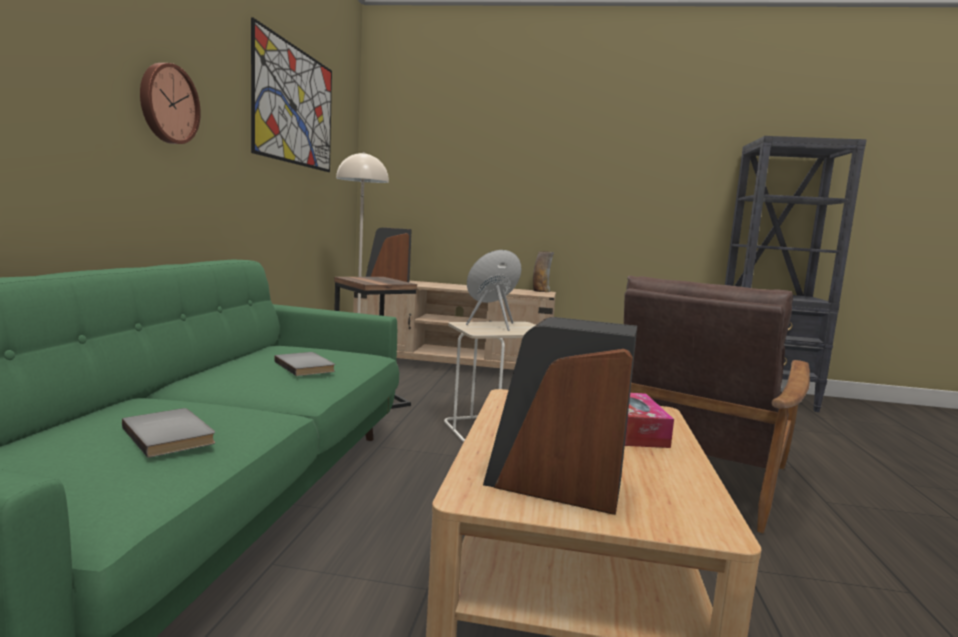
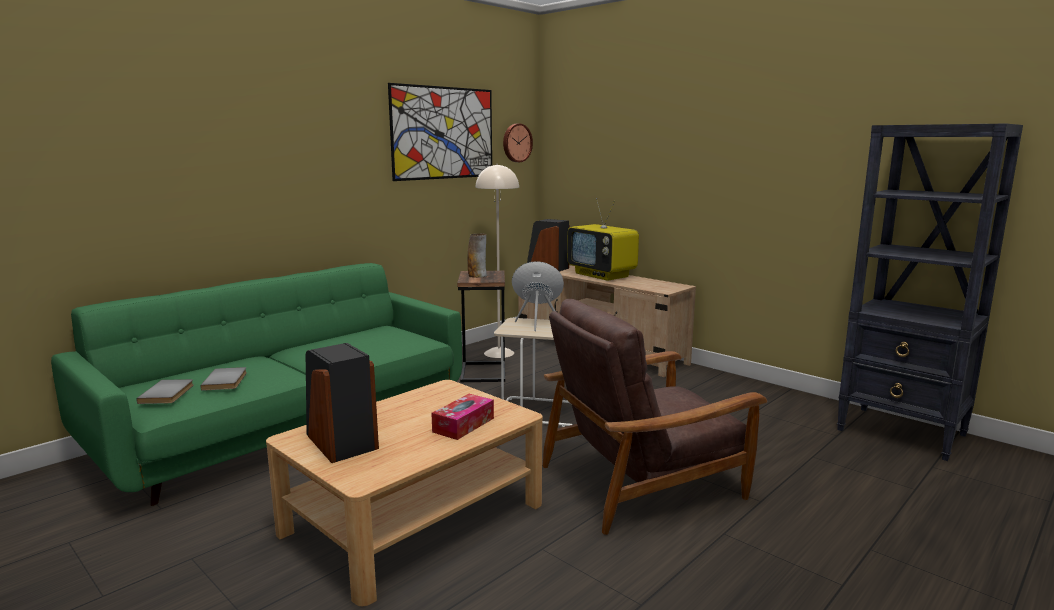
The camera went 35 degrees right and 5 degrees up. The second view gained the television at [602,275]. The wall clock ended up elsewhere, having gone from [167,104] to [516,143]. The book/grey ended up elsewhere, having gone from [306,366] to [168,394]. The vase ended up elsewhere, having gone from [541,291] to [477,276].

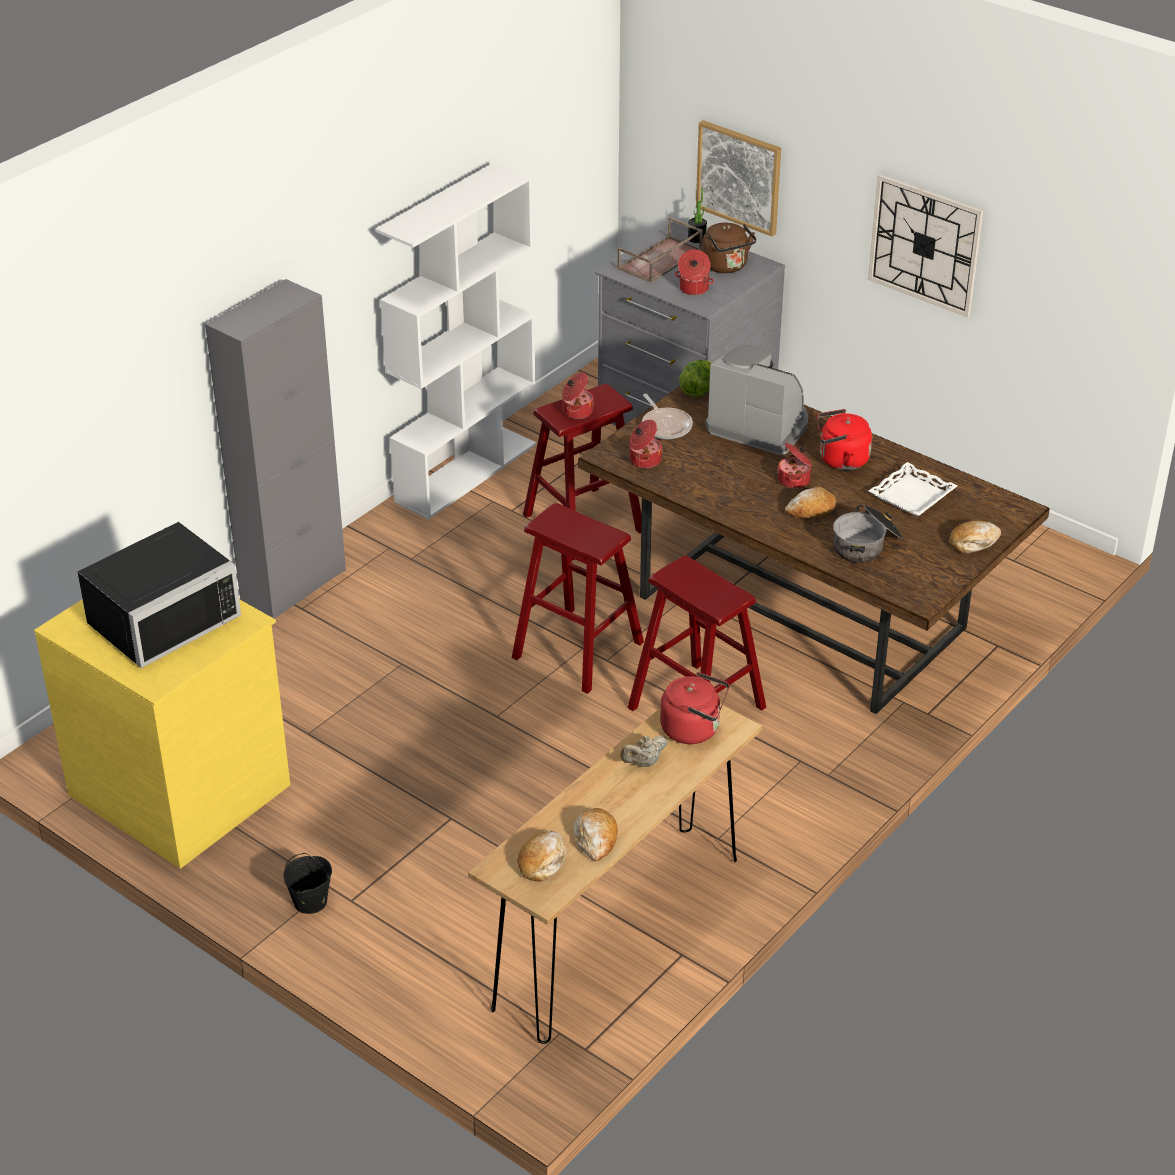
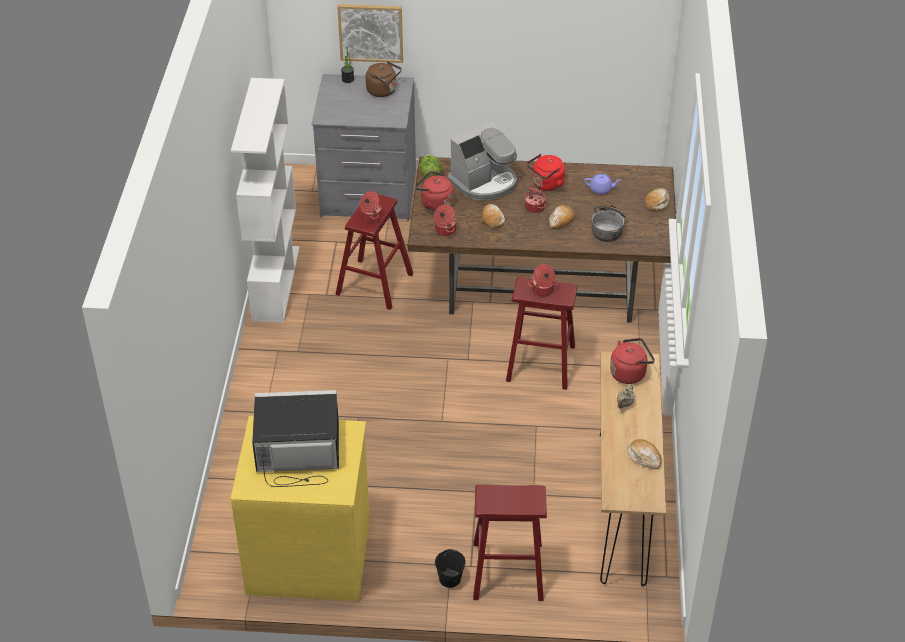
The camera went 35 degrees left and 5 degrees up. The second view lost the cabinet/grey at [293,586]. The second view lost the tray/brown at [660,260]. The second view lost the wall clock at [925,244]. The stool/red ended up elsewhere, having gone from [577,650] to [507,571]. The bread ended up elsewhere, having gone from [542,861] to [492,219]. The cooking pot ended up elsewhere, having gone from [693,289] to [542,290]. Where the frying pan stood at [665,425], the kettle/red came to stand at [435,204]. Where the tray/white stood at [911,495], the teapot/purple came to stand at [601,189]. The microwave/black at [159,617] ended up facing another way, 105 degrees counterclockwise from before. The coffee machine at [759,425] ended up facing another way, 150 degrees clockwise from before.

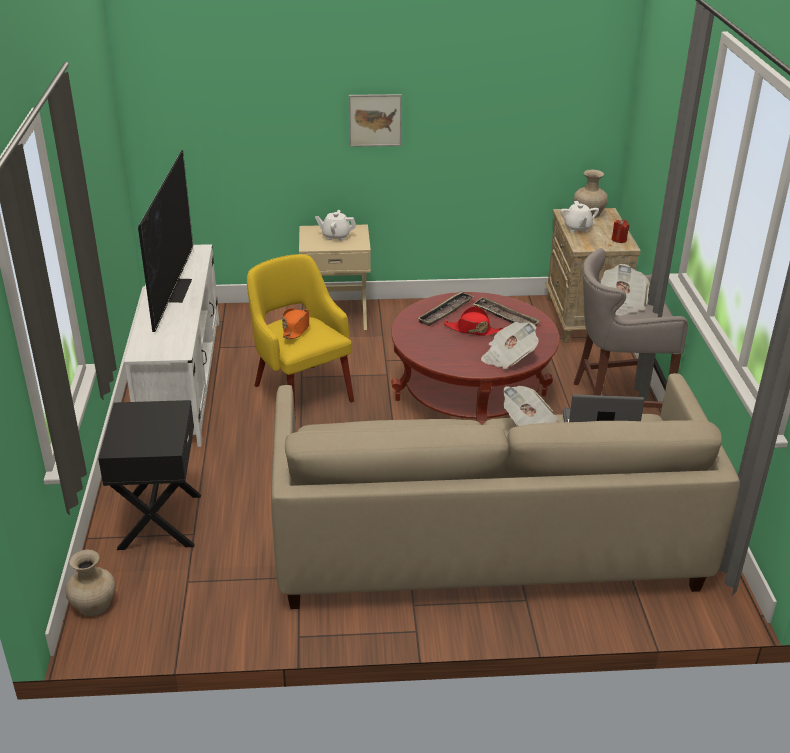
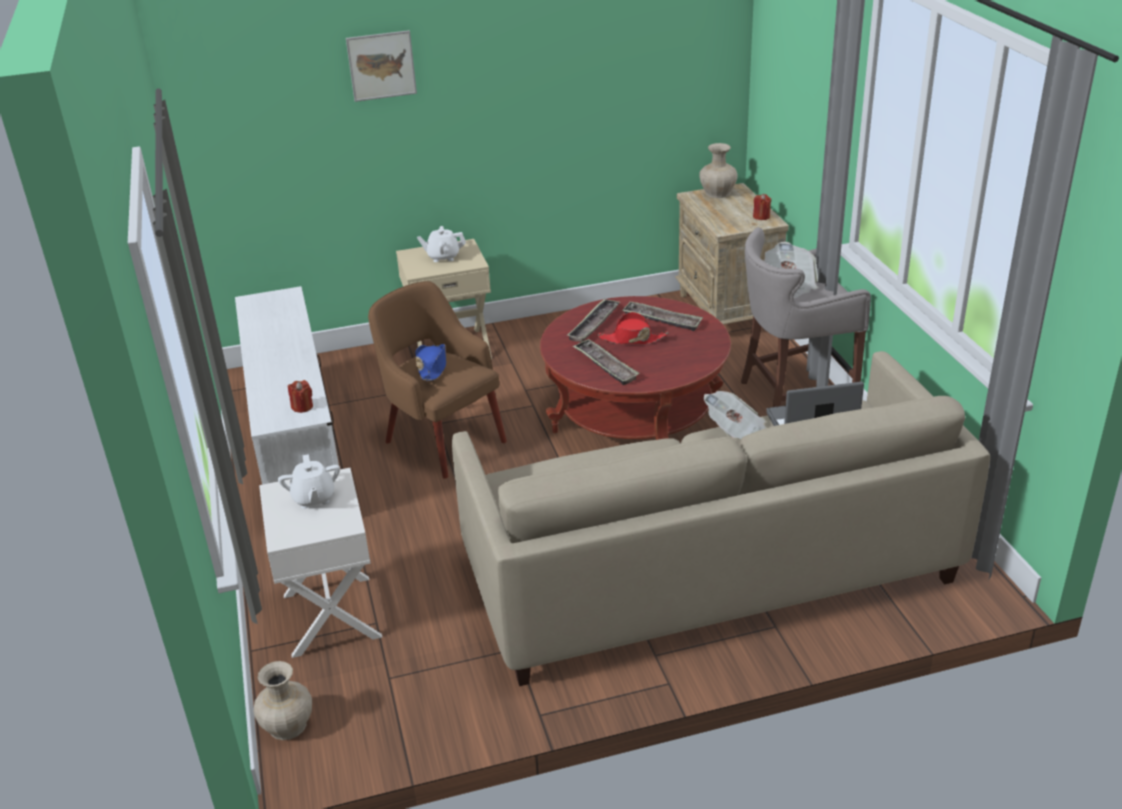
The camera went 10 degrees left and 0 degrees up. The second view lost the television at [173,289]. The second view lost the newspaper at [508,358]. The second view gained the candle/red at [302,407]. The second view gained the tray at [605,366]. The picture ended up elsewhere, having gone from [375,120] to [381,65]. The teapot/white ended up elsewhere, having gone from [577,228] to [313,498]. What was the nightstand/black at [158,521] turned into the nightstand/white at [330,616]. What was the armchair/yellow at [302,392] turned into the armchair/brown at [443,440]. What was the hat/orange at [296,328] turned into the hat/blue at [432,367].

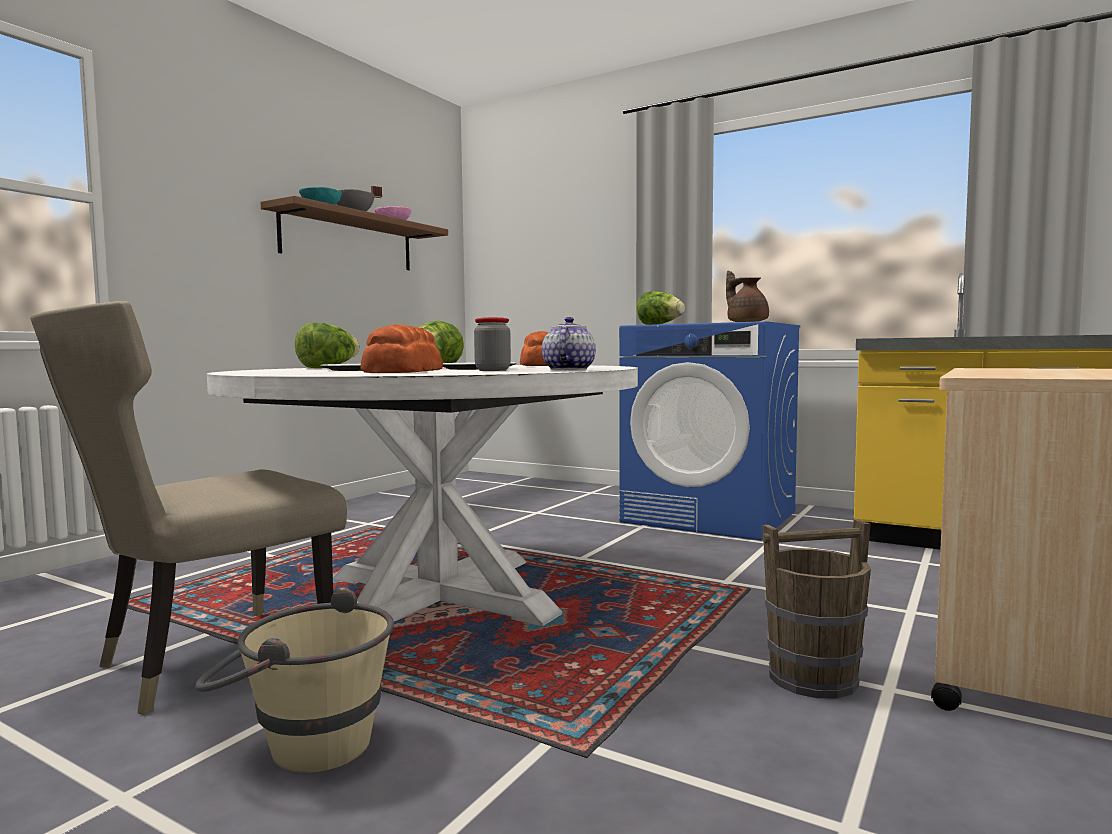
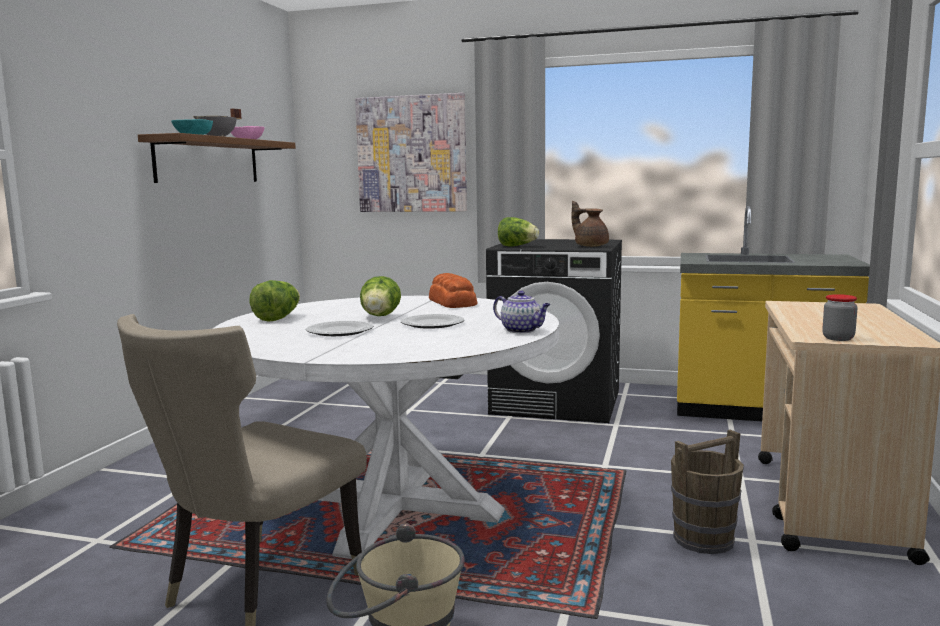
The camera went 15 degrees left and 5 degrees up. The second view lost the bread at [403,372]. The second view gained the picture at [412,154]. The jar ended up elsewhere, having gone from [492,370] to [838,338]. What was the washing machine/blue at [711,517] turned into the washing machine/black at [557,402]. The teapot at [568,370] ended up facing another way, 135 degrees clockwise from before.

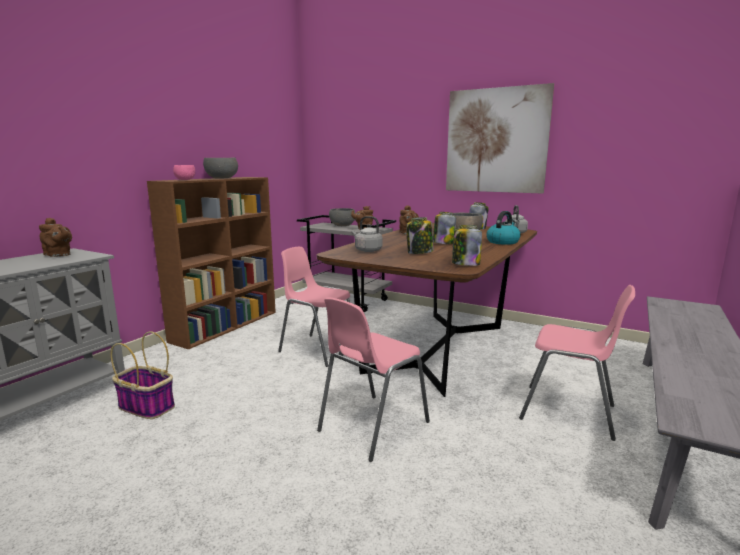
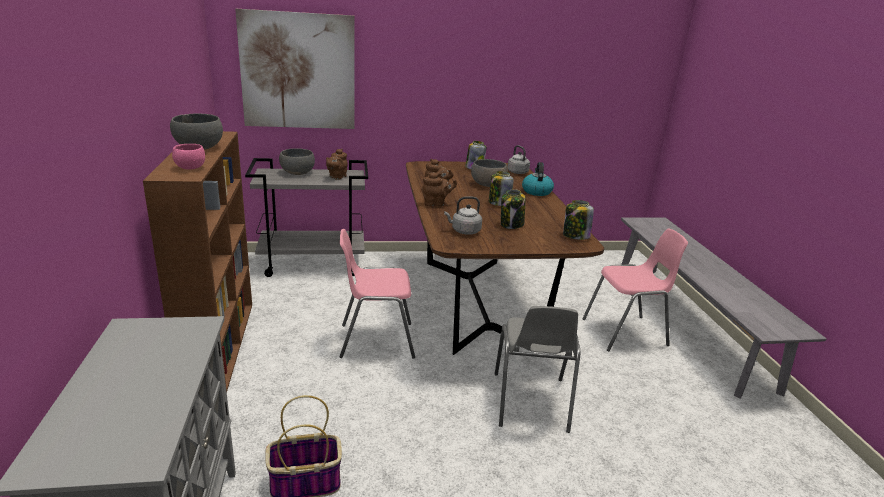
The camera went 40 degrees left and 10 degrees up. The teapot/brown ended up elsewhere, having gone from [58,255] to [436,204]. The picture ended up elsewhere, having gone from [496,141] to [298,71]. What was the chair/pink at [372,426] turned into the chair/grey at [530,402].

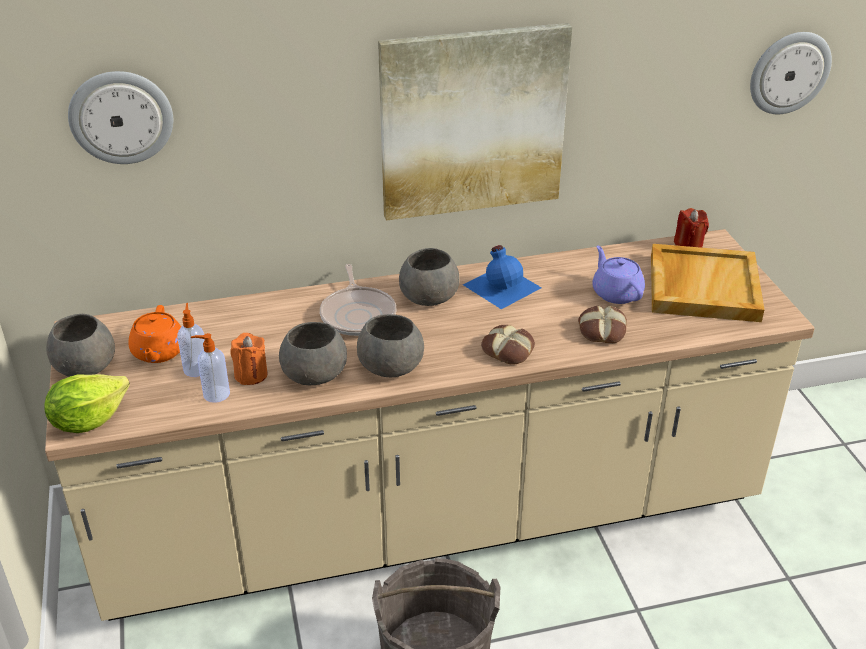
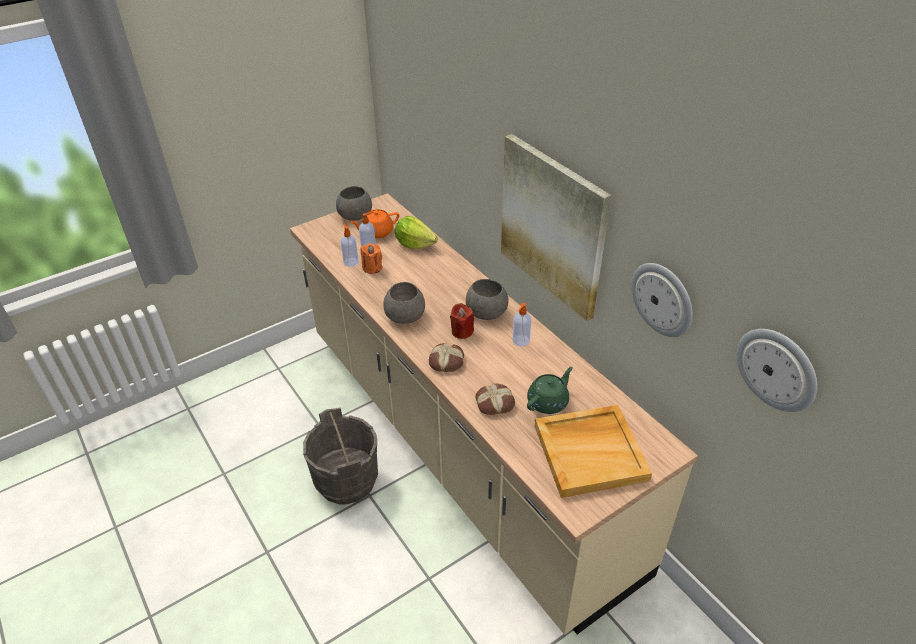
The camera went 70 degrees right and 5 degrees up. The second view lost the bowl/grey at [316,373]. The second view lost the frying pan at [358,314]. The lettuce ended up elsewhere, having gone from [88,420] to [415,244]. The wall clock ended up elsewhere, having gone from [121,117] to [663,299]. The candle/red ended up elsewhere, having gone from [688,244] to [462,331]. Where the bottle/blue stood at [502,285], the soap dispenser came to stand at [520,341]. What was the teapot/purple at [616,293] turned into the teapot/green at [548,402].

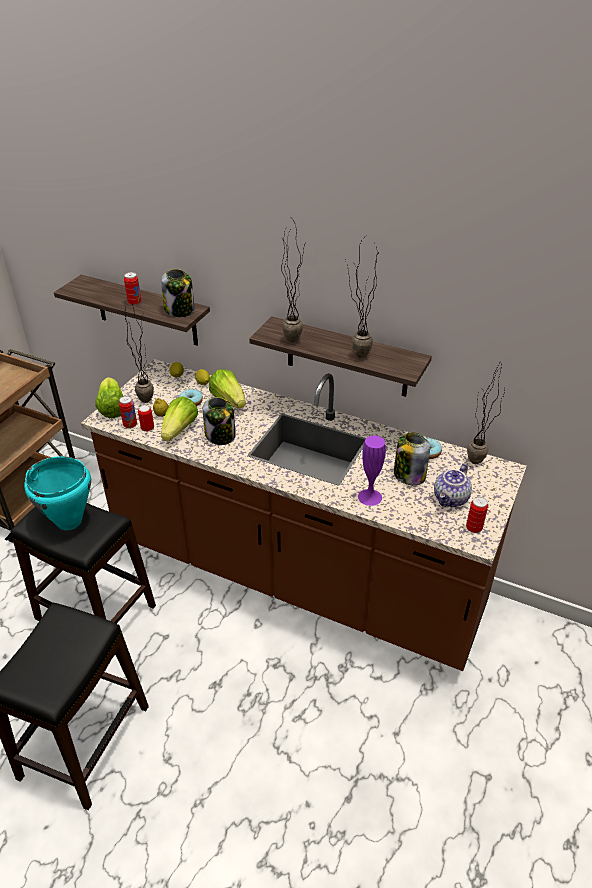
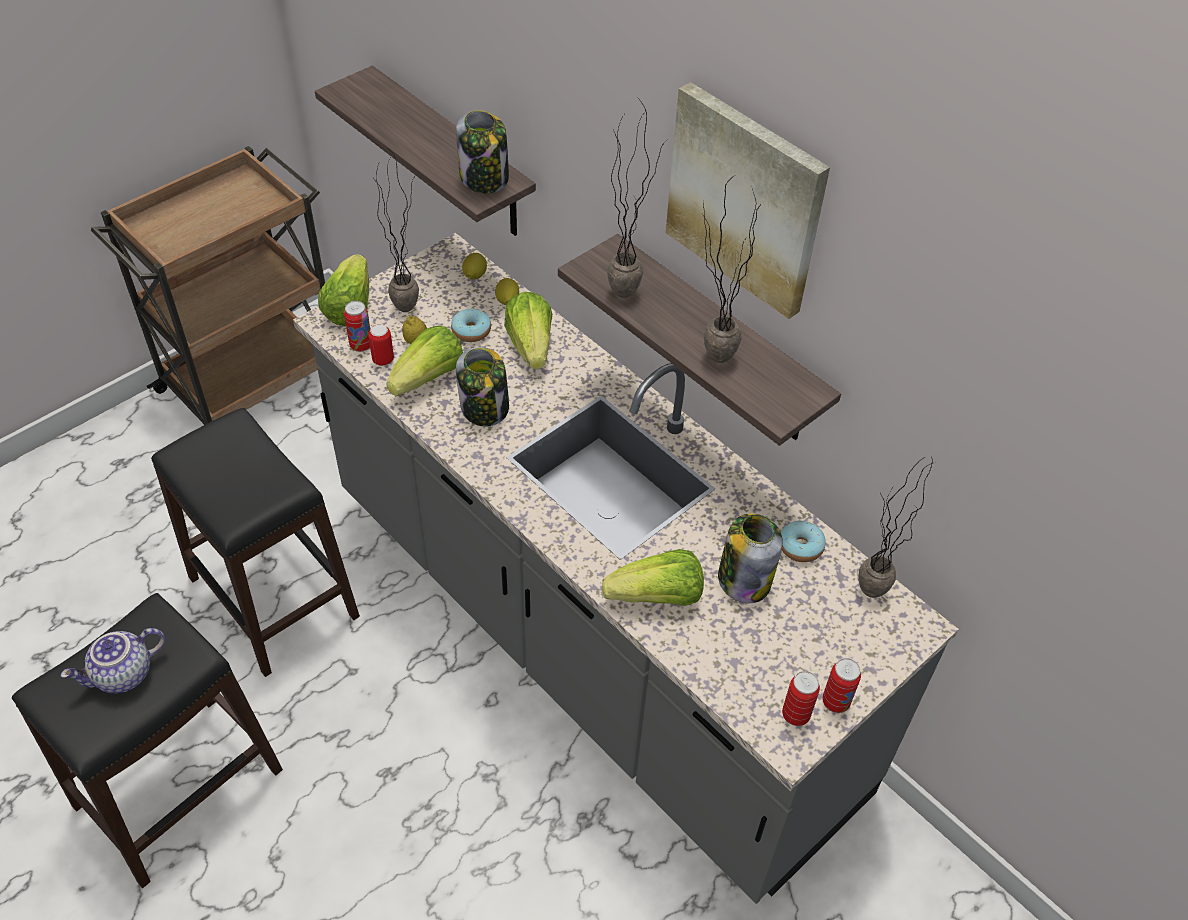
The camera went 20 degrees right and 10 degrees up. The second view lost the cooking pot/turquoise at [69,522]. The second view gained the picture at [746,199]. The can ended up elsewhere, having gone from [134,303] to [835,702]. The teapot ended up elsewhere, having gone from [451,499] to [123,675]. Where the vase/purple stood at [369,497], the lettuce came to stand at [657,597]. What was the counter/brown at [296,575] turned into the counter/grey at [586,641].

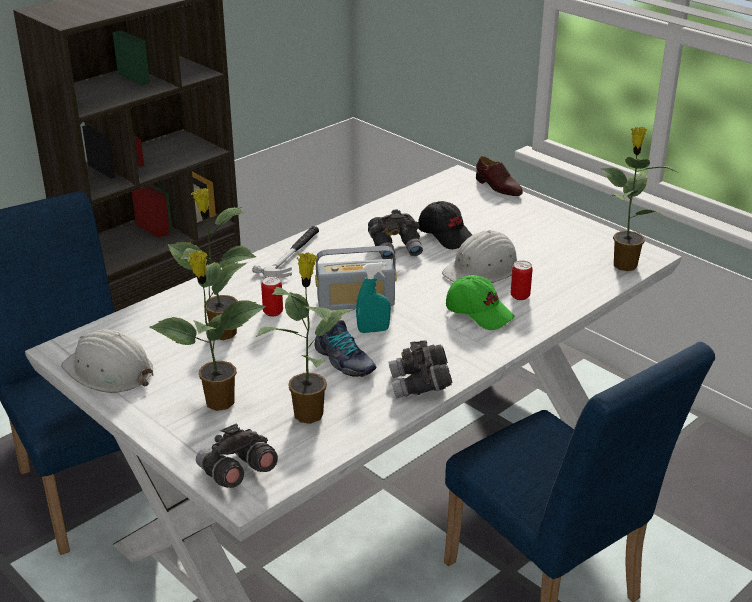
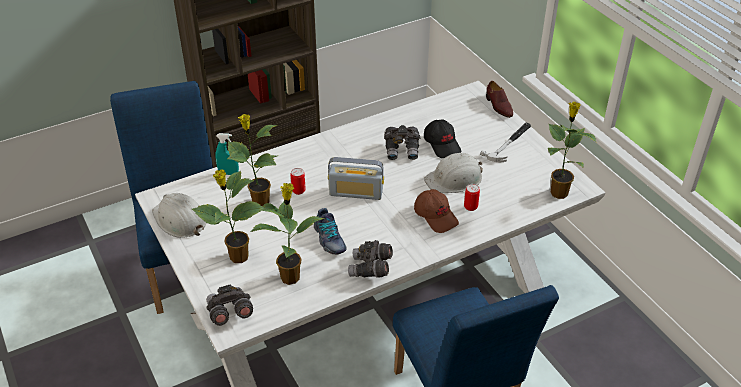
The camera went 15 degrees right and 10 degrees up. The hammer ended up elsewhere, having gone from [293,254] to [509,143]. The spray bottle/turquoise ended up elsewhere, having gone from [373,330] to [228,173]. What was the cap/green at [479,313] turned into the cap/brown at [436,216].

